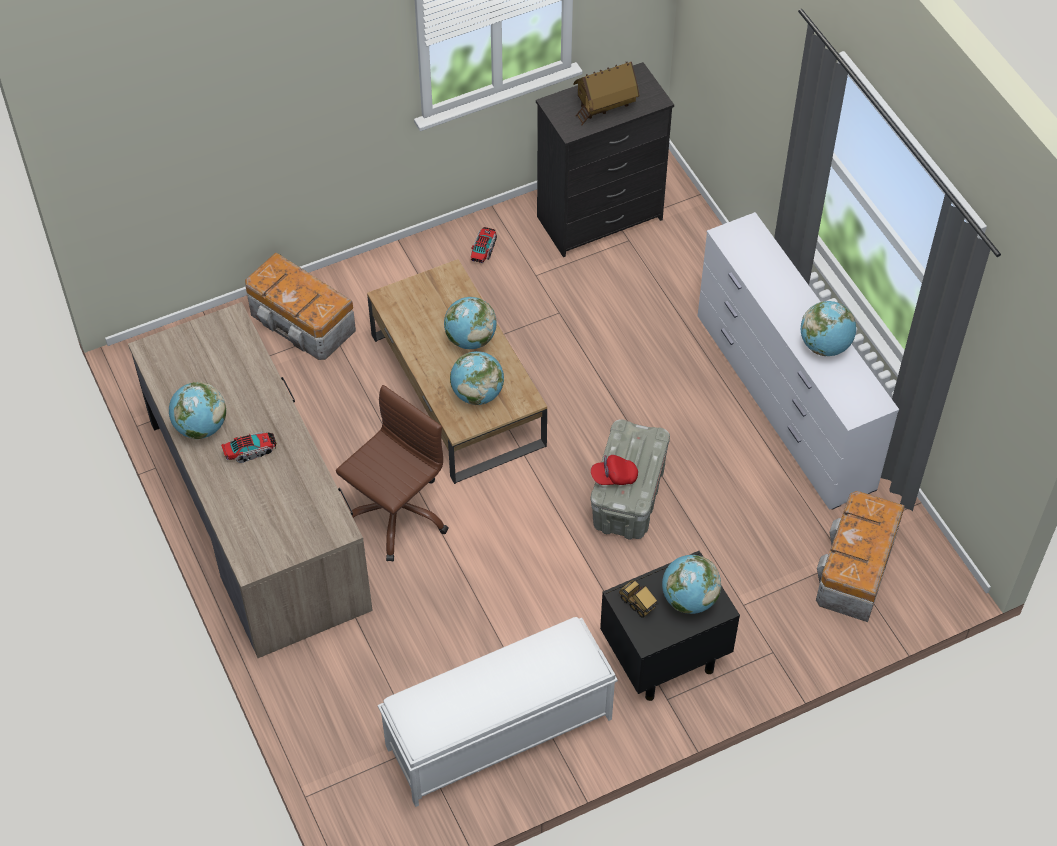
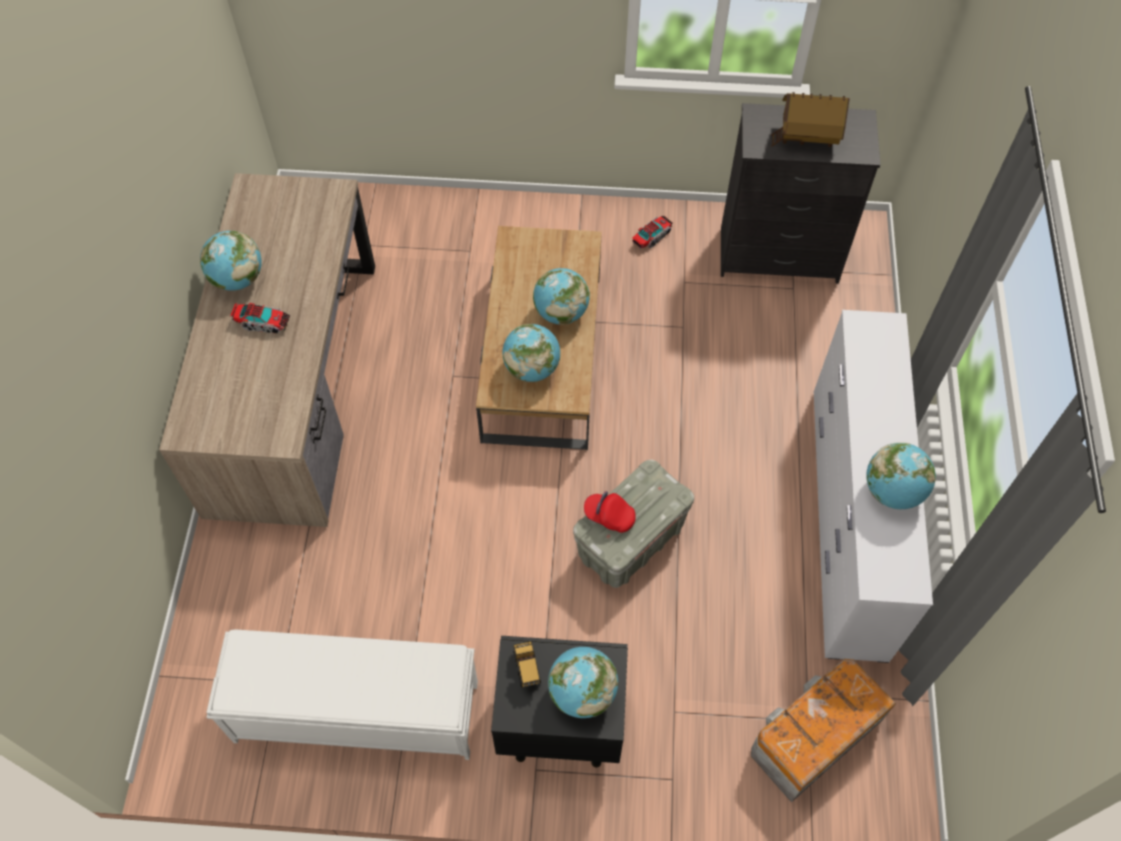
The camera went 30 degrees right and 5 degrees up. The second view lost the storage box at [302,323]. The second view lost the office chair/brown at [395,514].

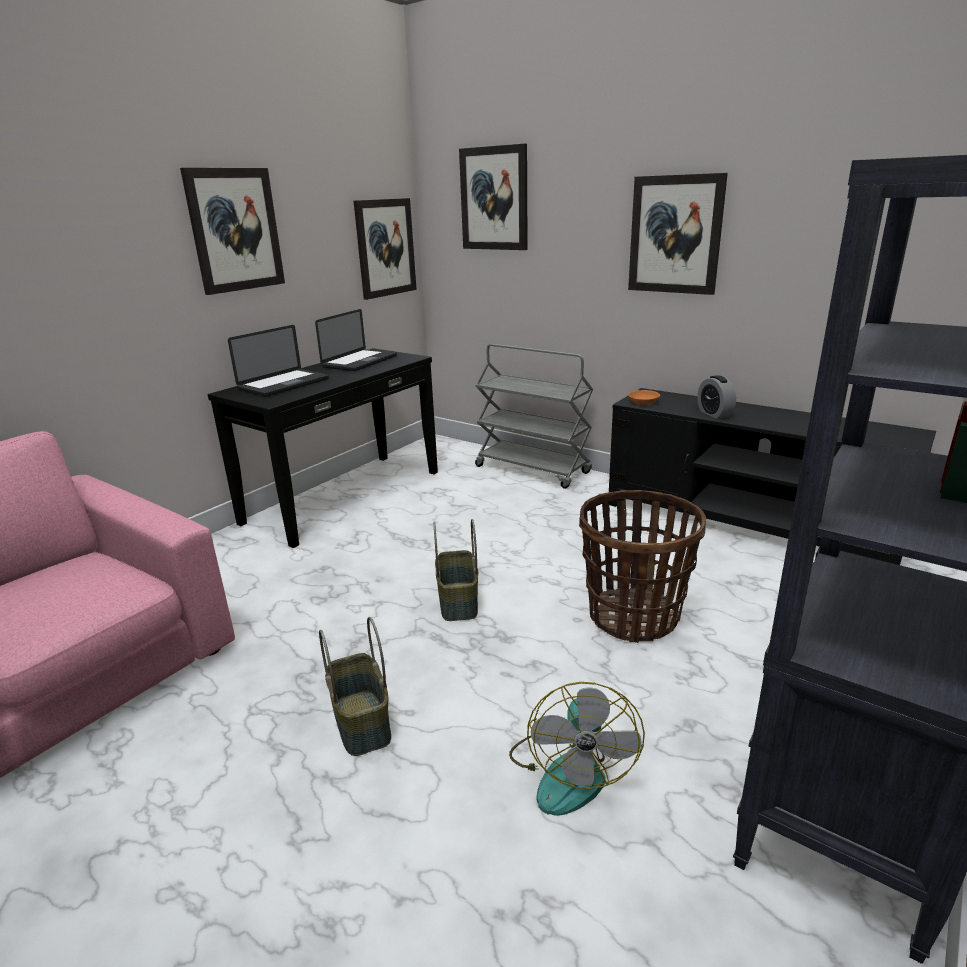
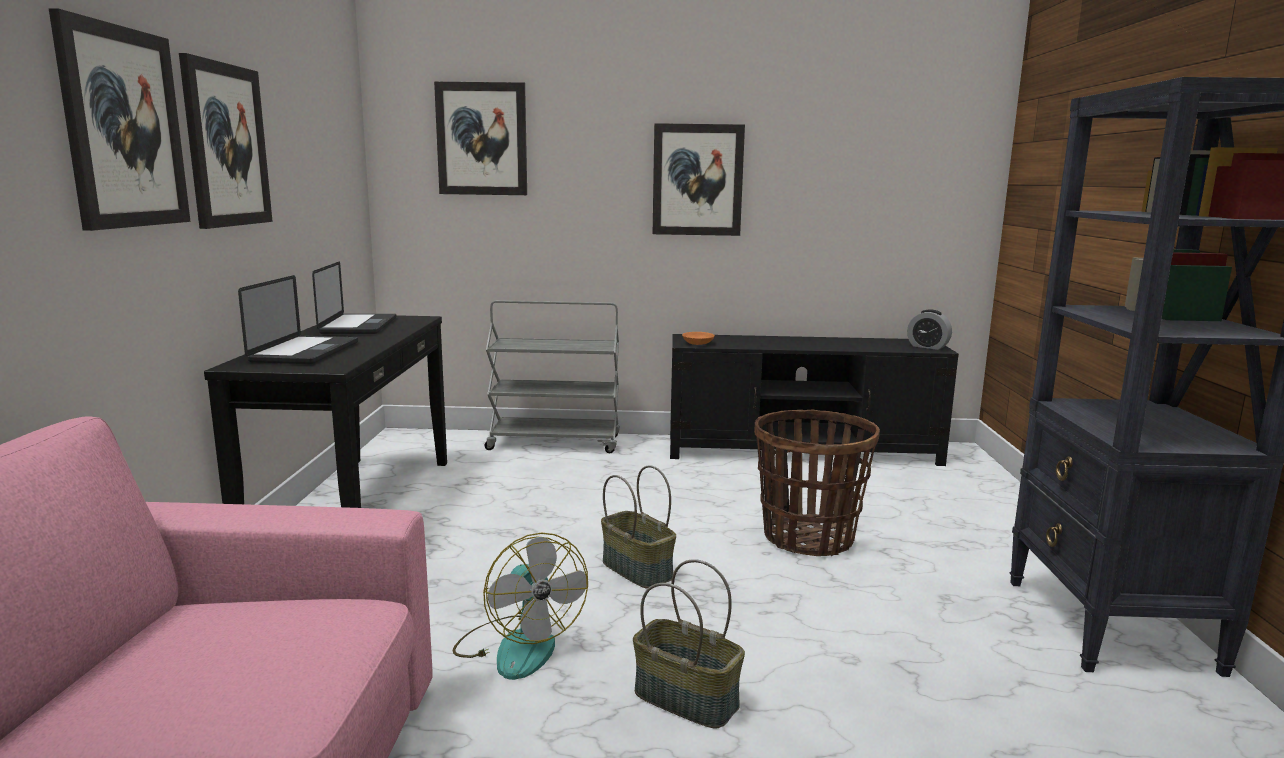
The camera went 35 degrees left and 10 degrees down. The picture ended up elsewhere, having gone from [385,248] to [124,128]. The fan ended up elsewhere, having gone from [569,770] to [518,645]. The alarm clock ended up elsewhere, having gone from [714,414] to [927,346].

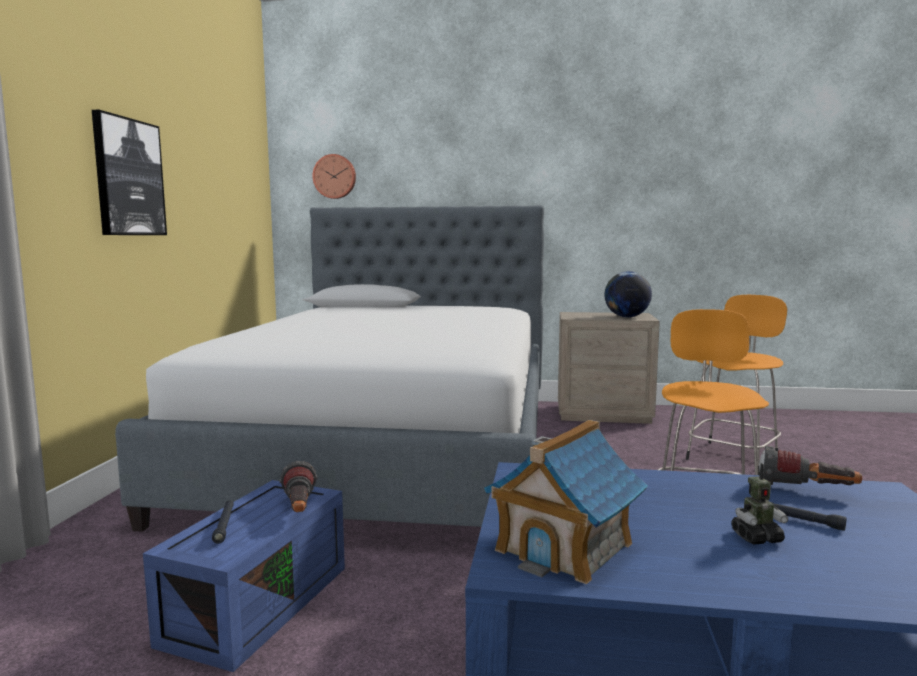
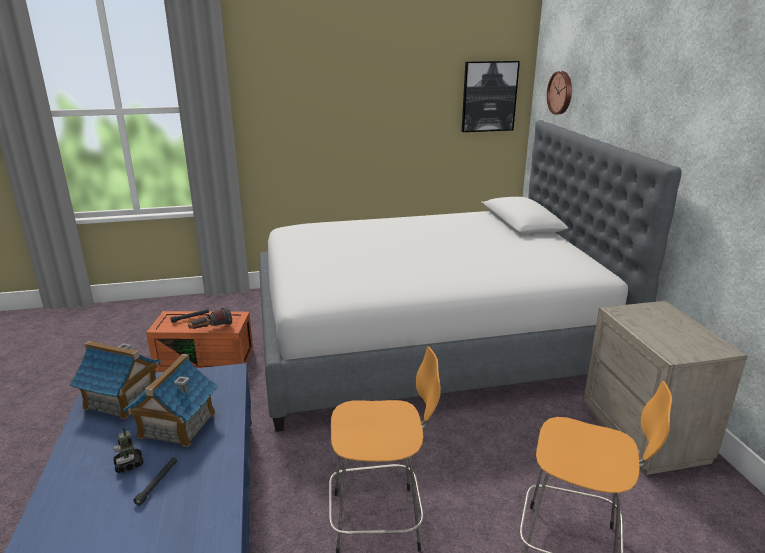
The camera went 70 degrees right and 15 degrees up. The second view lost the globe at [626,317]. The second view lost the flashlight at [807,490]. The second view gained the toy house at [176,425]. The picture ended up elsewhere, having gone from [128,177] to [489,96]. What was the storage box/blue at [257,602] turned into the storage box/orange at [206,359].

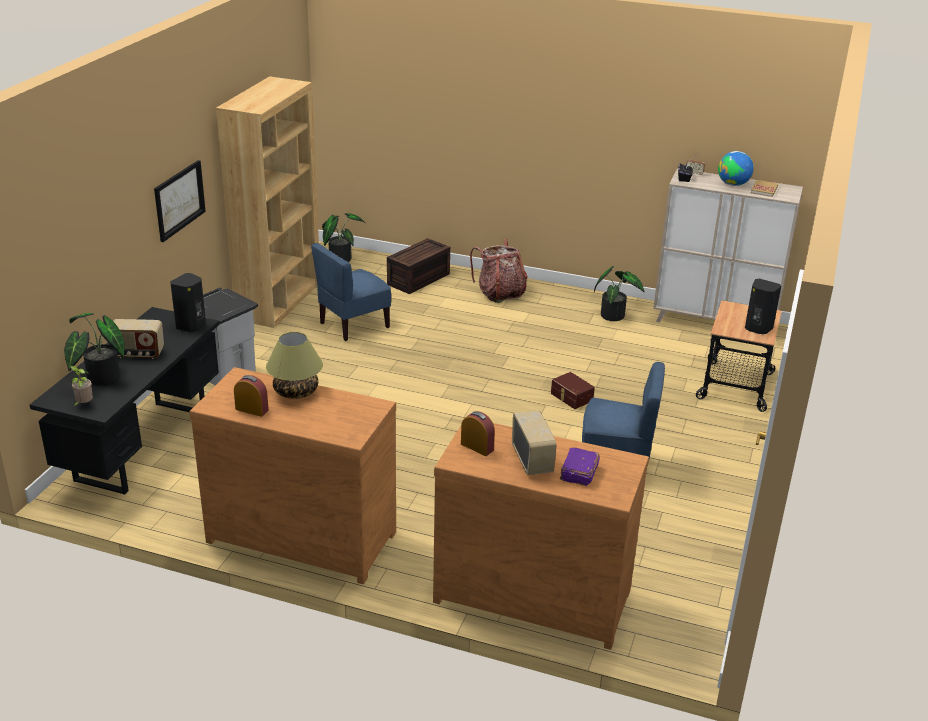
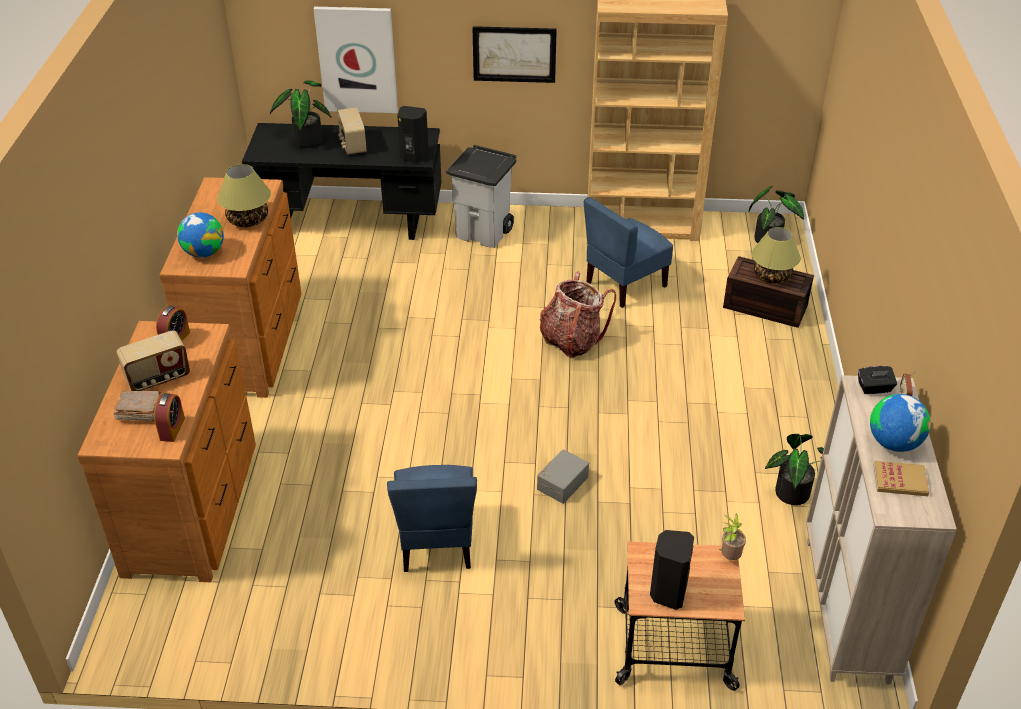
The camera went 75 degrees right and 10 degrees up. The second view gained the globe at [204,253]. The second view gained the picture at [357,59]. The second view gained the table lamp at [771,276]. The potted plant ended up elsewhere, having gone from [83,404] to [729,557]. The alarm clock ended up elsewhere, having gone from [252,409] to [172,429]. The backpack ended up elsewhere, having gone from [500,293] to [572,340]. What was the storage box/brown at [571,397] turned into the storage box/grey at [561,482]. What was the book/purple at [578,473] turned into the book/brown at [139,412]. The chair/blue at [353,325] ended up facing another way, 75 degrees counterclockwise from before.

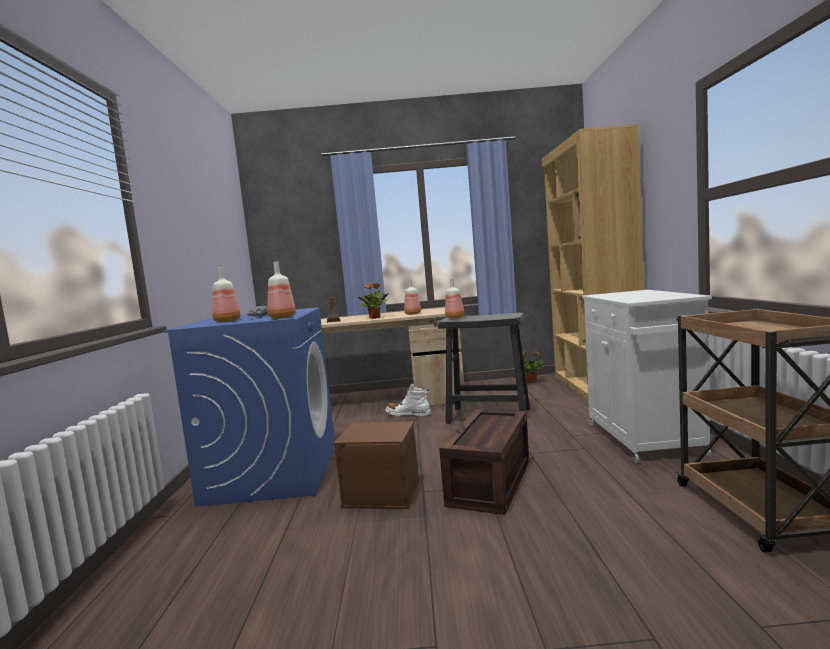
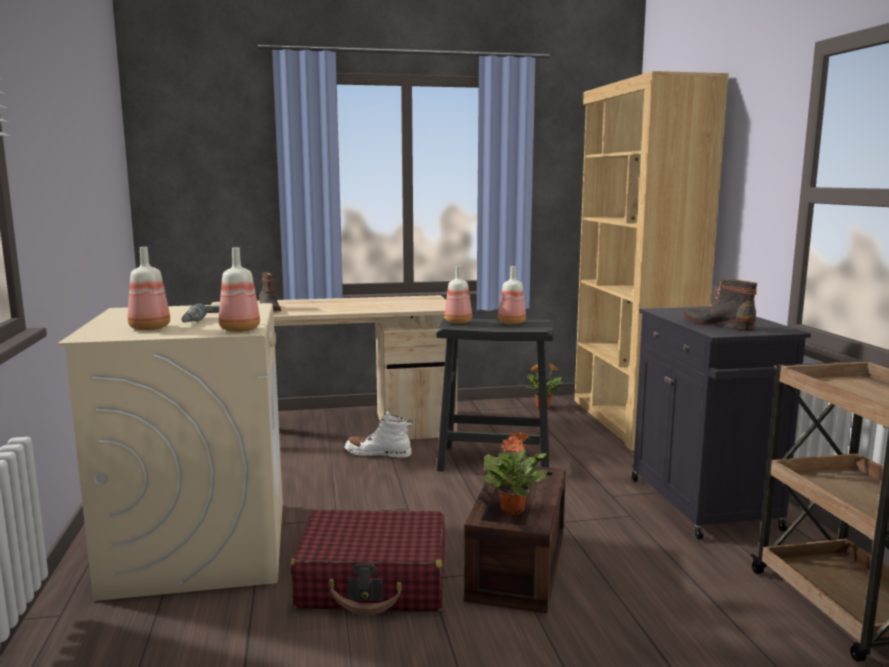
The camera went 10 degrees left and 5 degrees up. The second view gained the boot at [719,324]. The potted plant ended up elsewhere, having gone from [375,318] to [513,509]. The bottle ended up elsewhere, having gone from [412,314] to [511,323]. Where the storage box/brown stood at [383,494], the suitcase/red came to stand at [374,581]. What was the washing machine/blue at [273,473] turned into the washing machine/beige at [199,546]. What was the cabinet/white at [645,440] turned into the cabinet/black at [705,505].

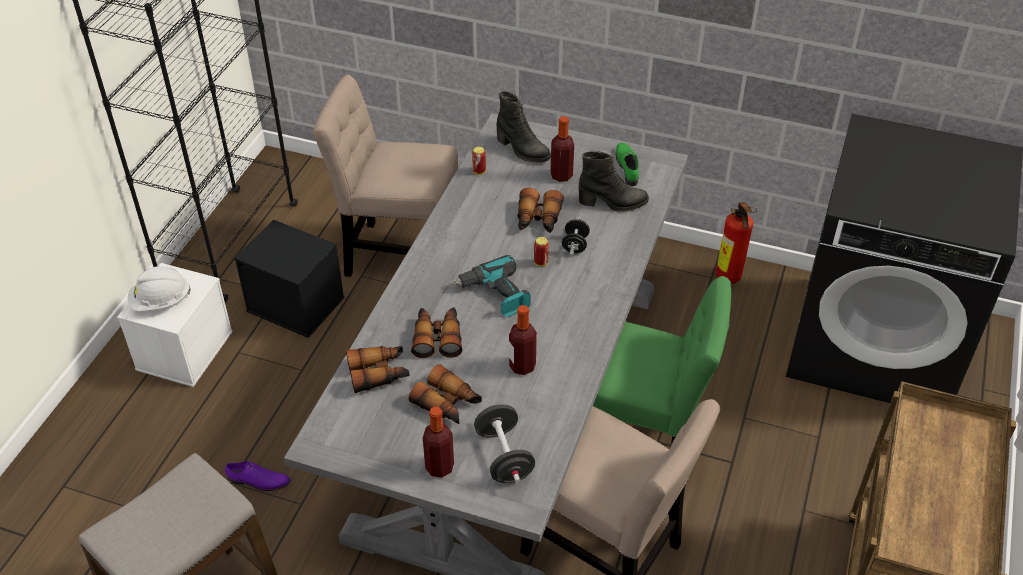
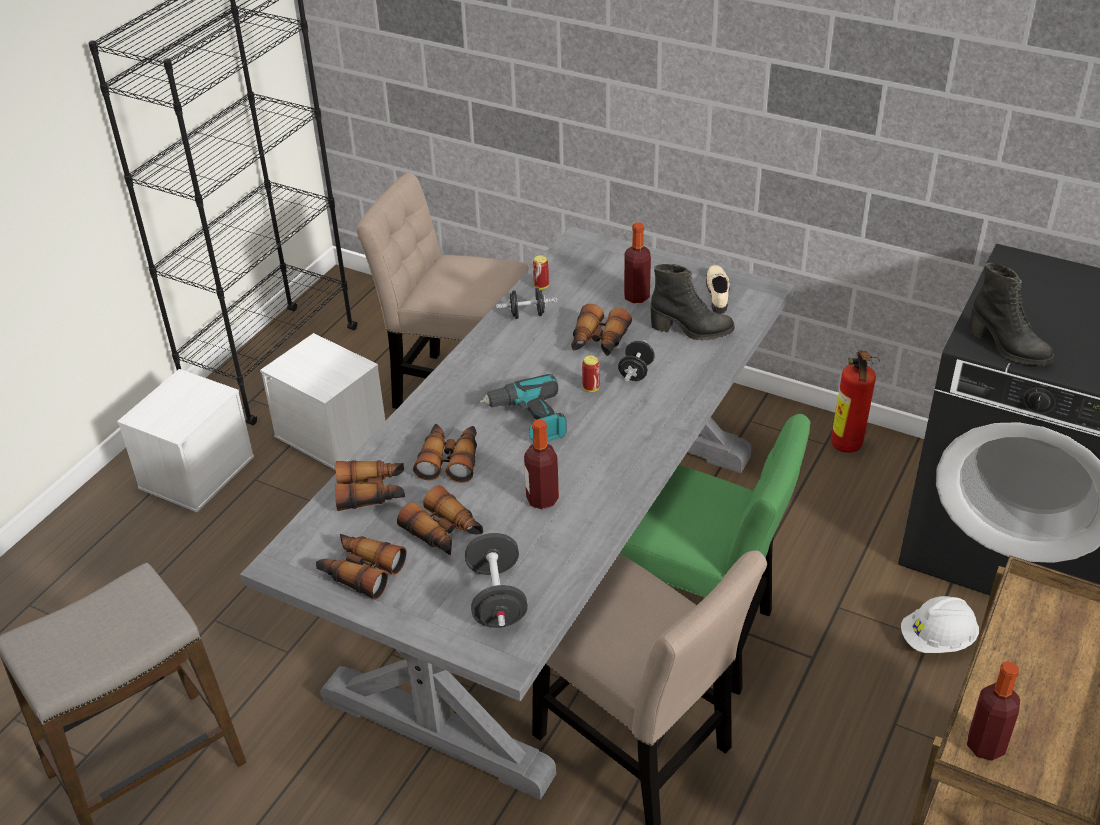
The camera went 10 degrees right and 5 degrees down. The second view lost the shoe/purple at [258,481]. The second view gained the binoculars at [360,571]. The second view gained the dumbbell/black at [527,314]. The hard hat/white ended up elsewhere, having gone from [161,302] to [937,640]. The bottle ended up elsewhere, having gone from [439,467] to [985,746]. The boot/black ended up elsewhere, having gone from [522,150] to [1007,347]. What was the storage box/black at [297,304] turned into the storage box/white at [332,433]. What was the shoe/green at [628,166] turned into the shoe/beige at [718,292].

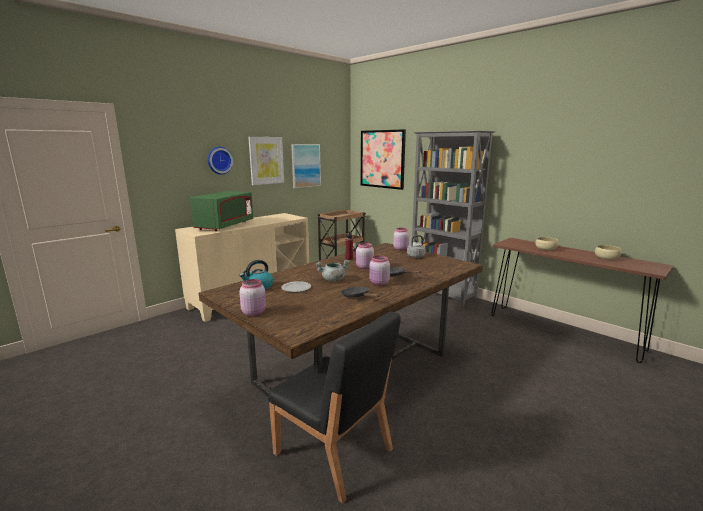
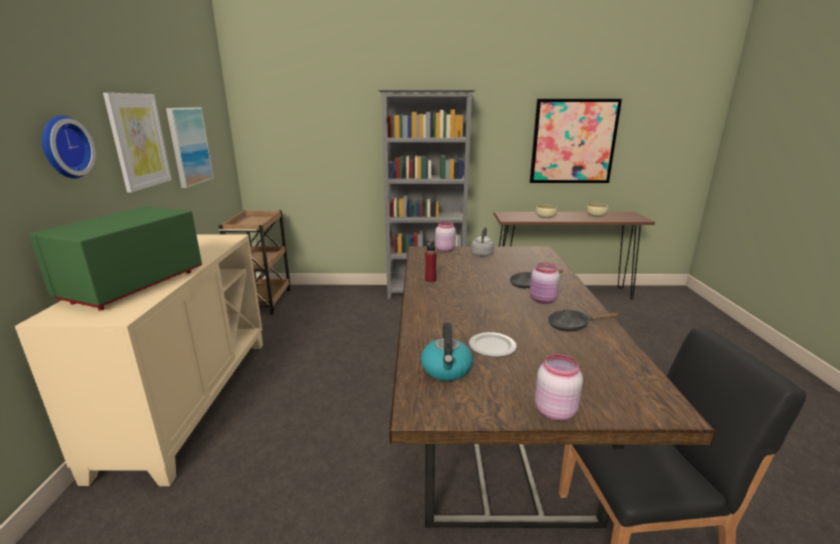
The camera went 45 degrees left and 5 degrees up. The second view lost the cooking pot/grey at [333,280]. The second view lost the jar/pink at [364,267]. The picture ended up elsewhere, having gone from [382,159] to [573,141]. The microwave/green at [225,226] ended up facing another way, 135 degrees counterclockwise from before.

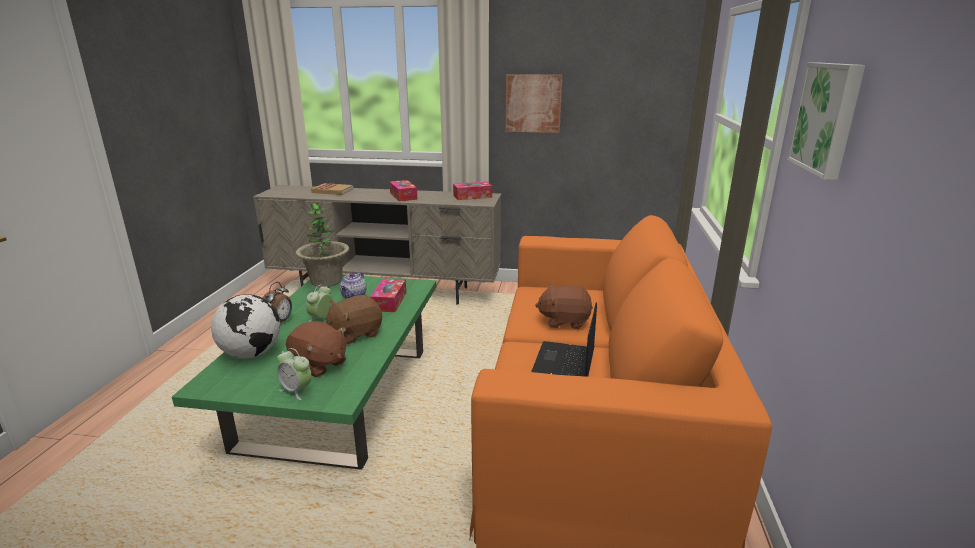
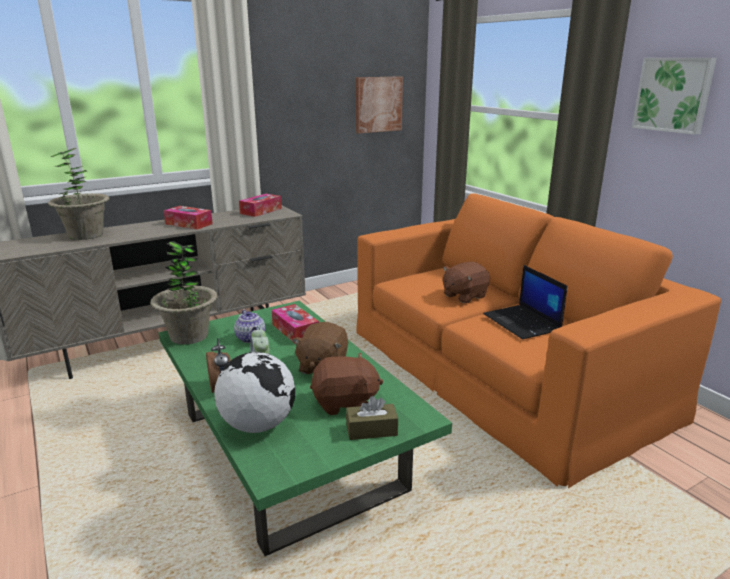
The camera went 40 degrees left and 0 degrees up. The picture ended up elsewhere, having gone from [533,103] to [378,104]. Where the alarm clock stood at [296,391], the tissue box/brown came to stand at [371,430]. Where the book stood at [332,191], the potted plant came to stand at [86,235].

